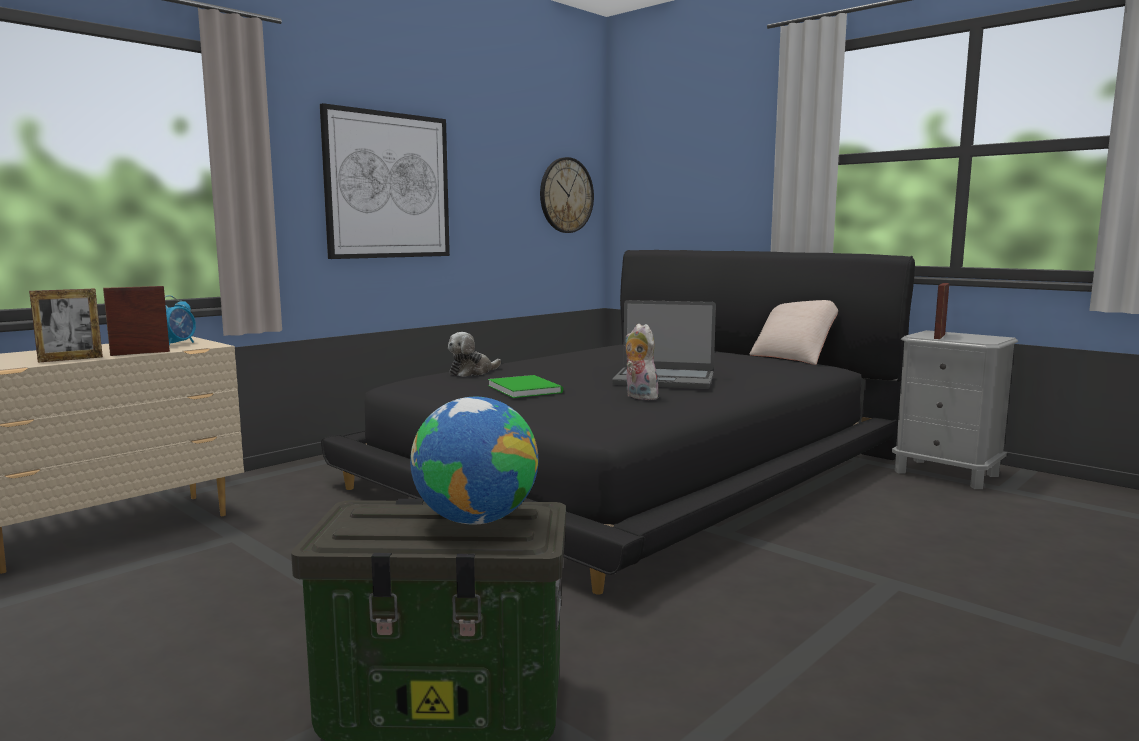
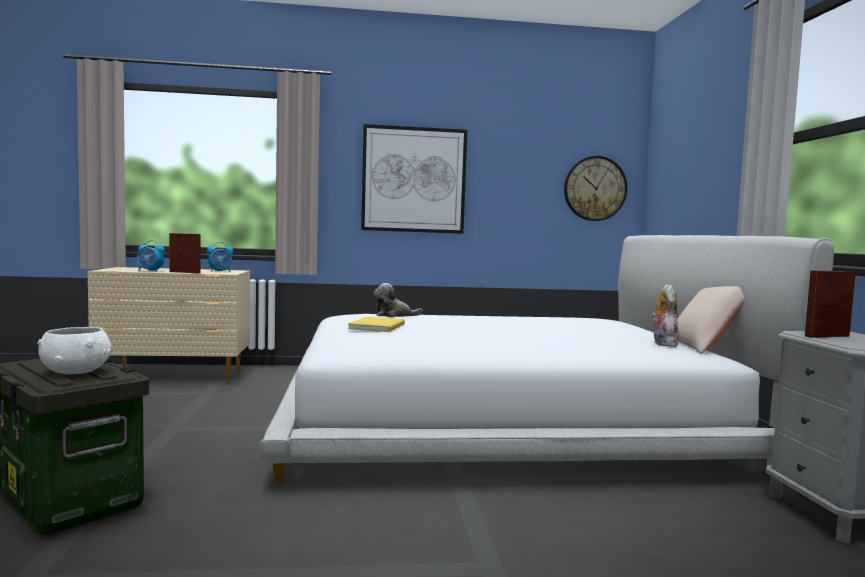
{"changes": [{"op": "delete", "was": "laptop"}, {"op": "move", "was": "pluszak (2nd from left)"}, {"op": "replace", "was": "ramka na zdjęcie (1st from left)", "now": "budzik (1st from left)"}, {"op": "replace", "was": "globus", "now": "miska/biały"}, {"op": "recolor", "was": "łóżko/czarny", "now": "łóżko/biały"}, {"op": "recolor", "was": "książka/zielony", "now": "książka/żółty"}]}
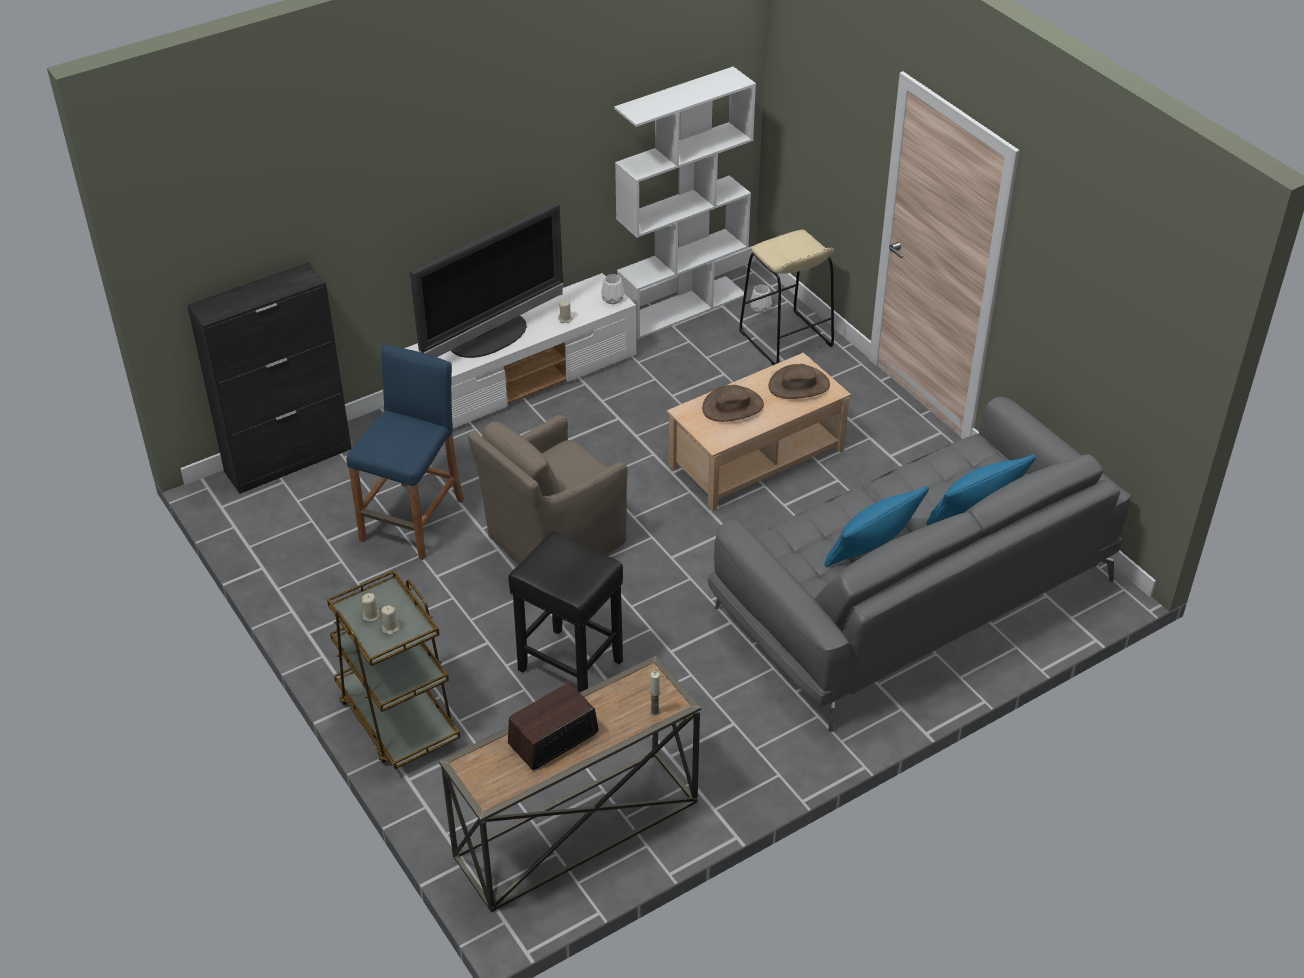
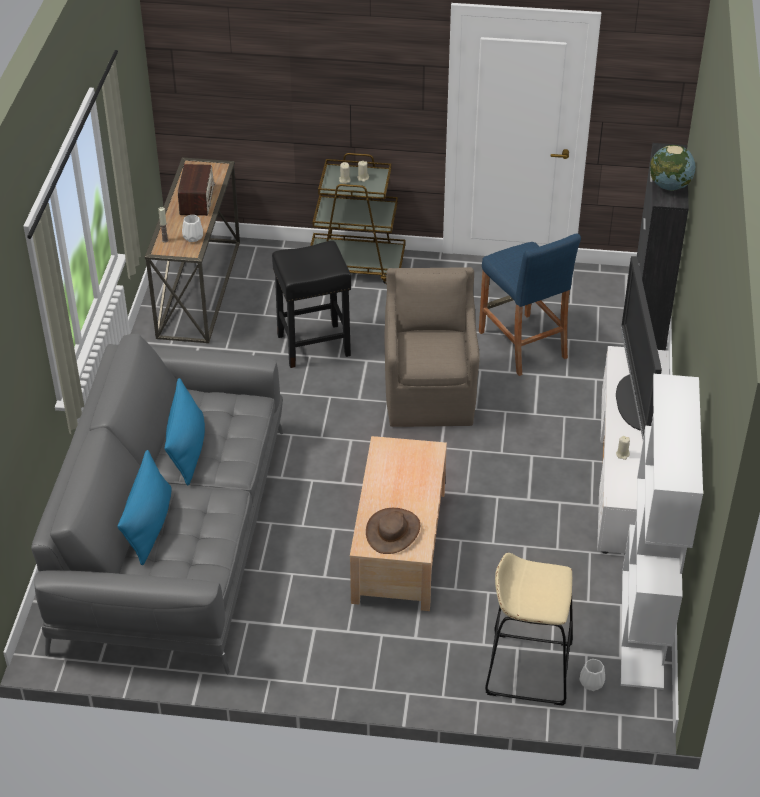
{"changes": [{"op": "delete", "was": "kapelusz/brązowy (1st from left)"}, {"op": "insert", "now": "globus"}, {"op": "move", "was": "wazon/biały (1st from left)"}]}
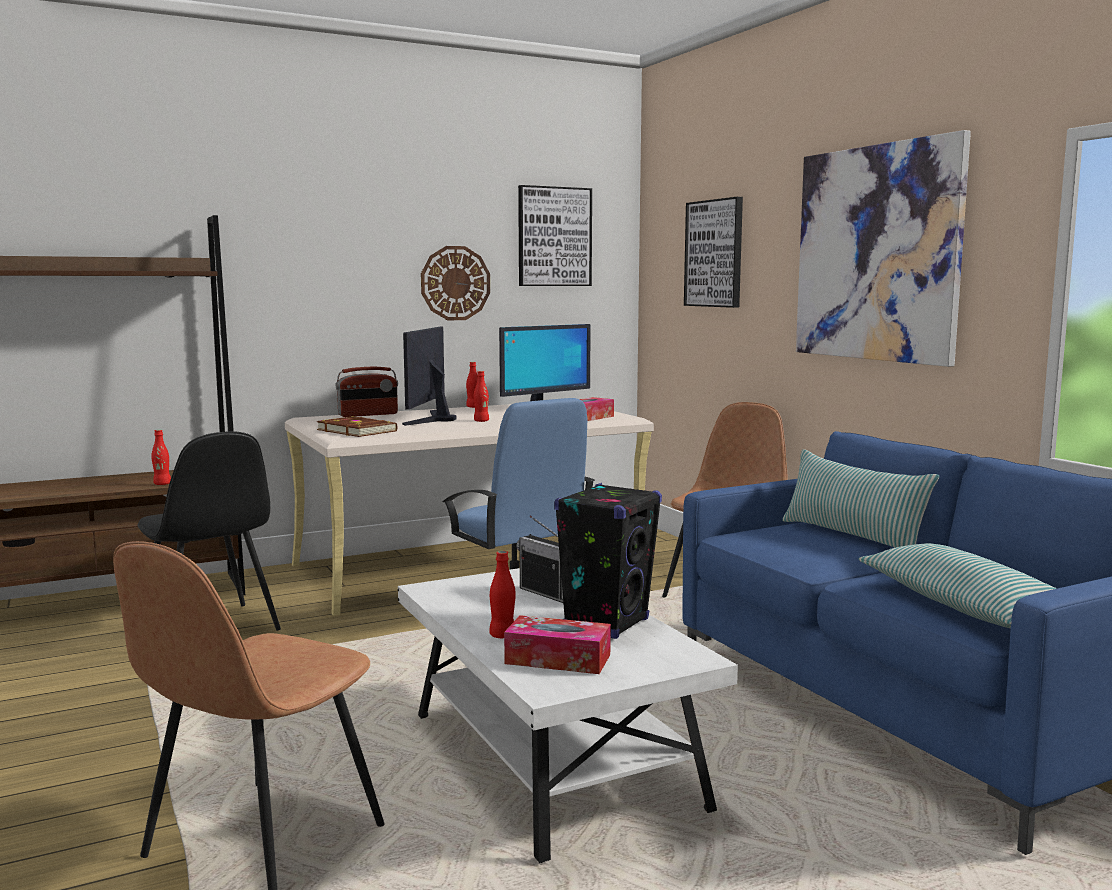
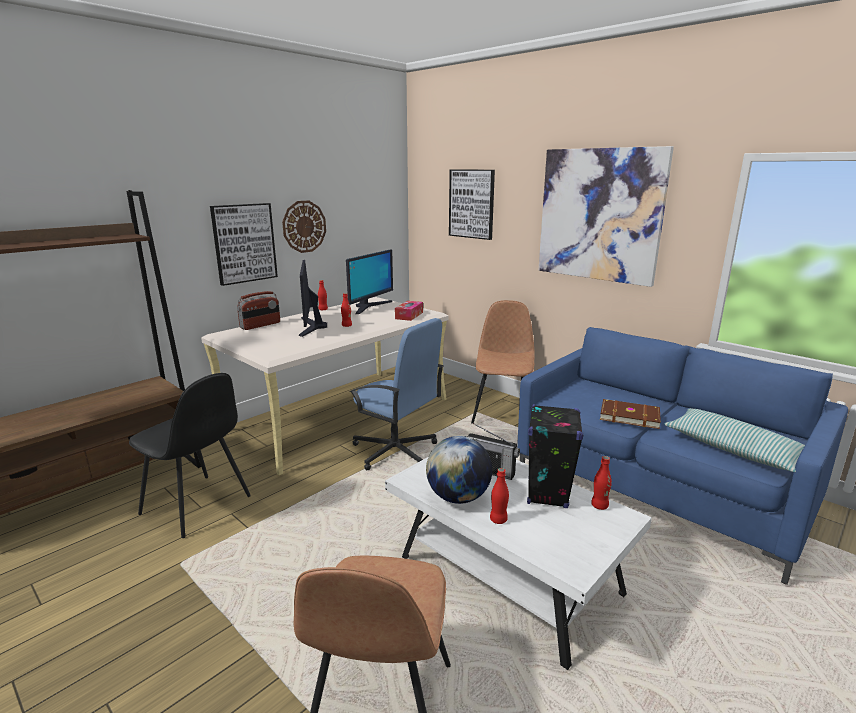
{"changes": [{"op": "delete", "was": "pudełko chusteczek (1st from left)"}, {"op": "delete", "was": "poduszka (1st from left)"}, {"op": "insert", "now": "globus"}, {"op": "move", "was": "butelka/czerwony (1st from left in the first image)", "now": "butelka/czerwony (4th from left)"}, {"op": "move", "was": "książka/brązowy"}, {"op": "move", "was": "obraz (1st from left)"}]}
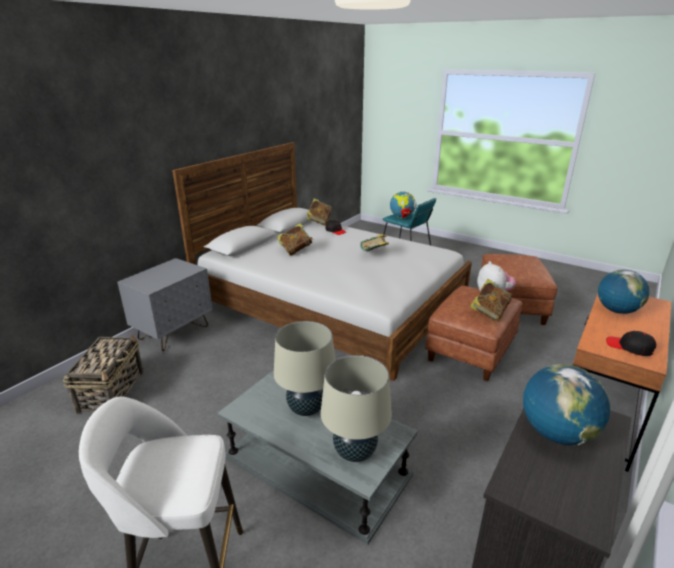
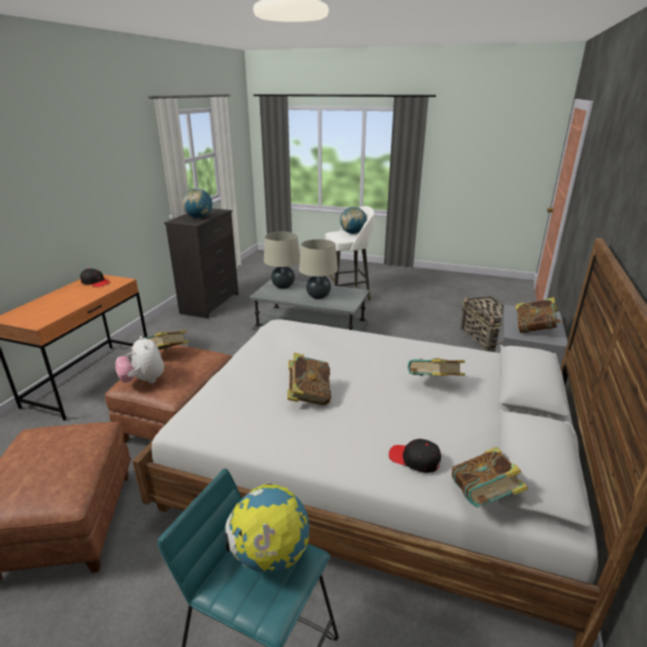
{"changes": [{"op": "insert", "now": "książka (5th from left)"}, {"op": "move", "was": "globus (3rd from left)"}]}
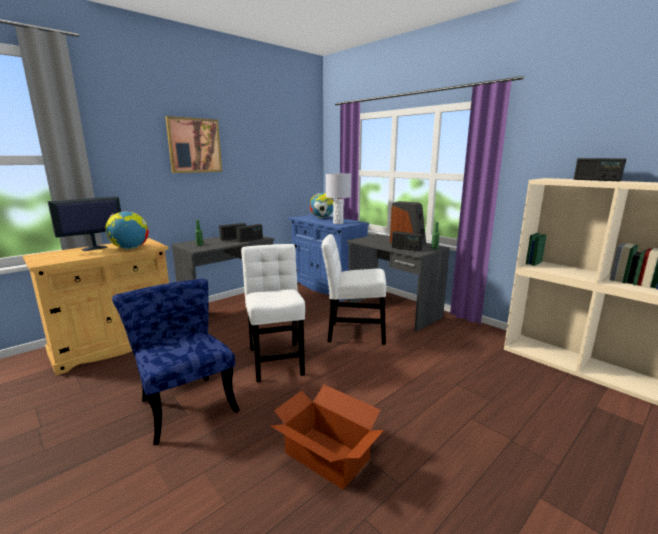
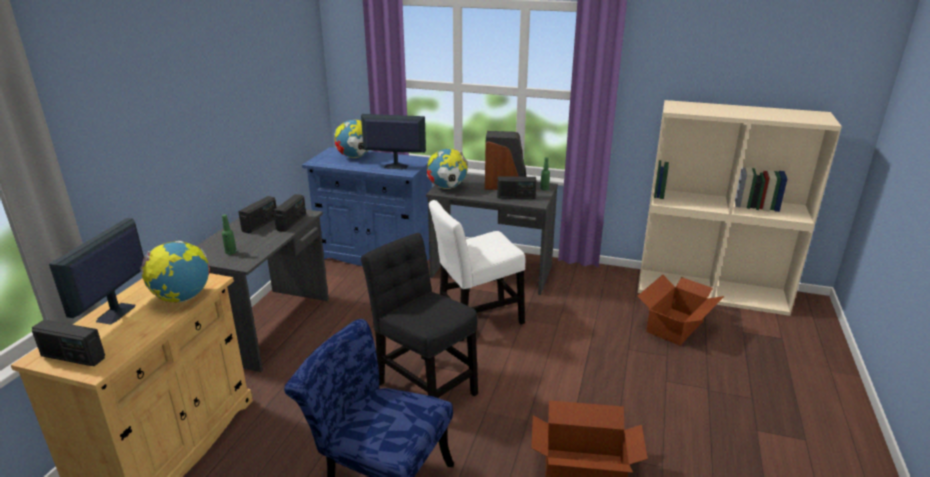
{"changes": [{"op": "delete", "was": "obraz"}, {"op": "insert", "now": "globus (3rd from left)"}, {"op": "insert", "now": "karton (2nd from left)"}, {"op": "move", "was": "radio (4th from left in the first image)", "now": "radio (1st from left)"}, {"op": "replace", "was": "lampa stołowa/szary", "now": "monitor (2nd from left)"}, {"op": "recolor", "was": "krzesło/biały (1st from left)", "now": "krzesło/czarny"}]}
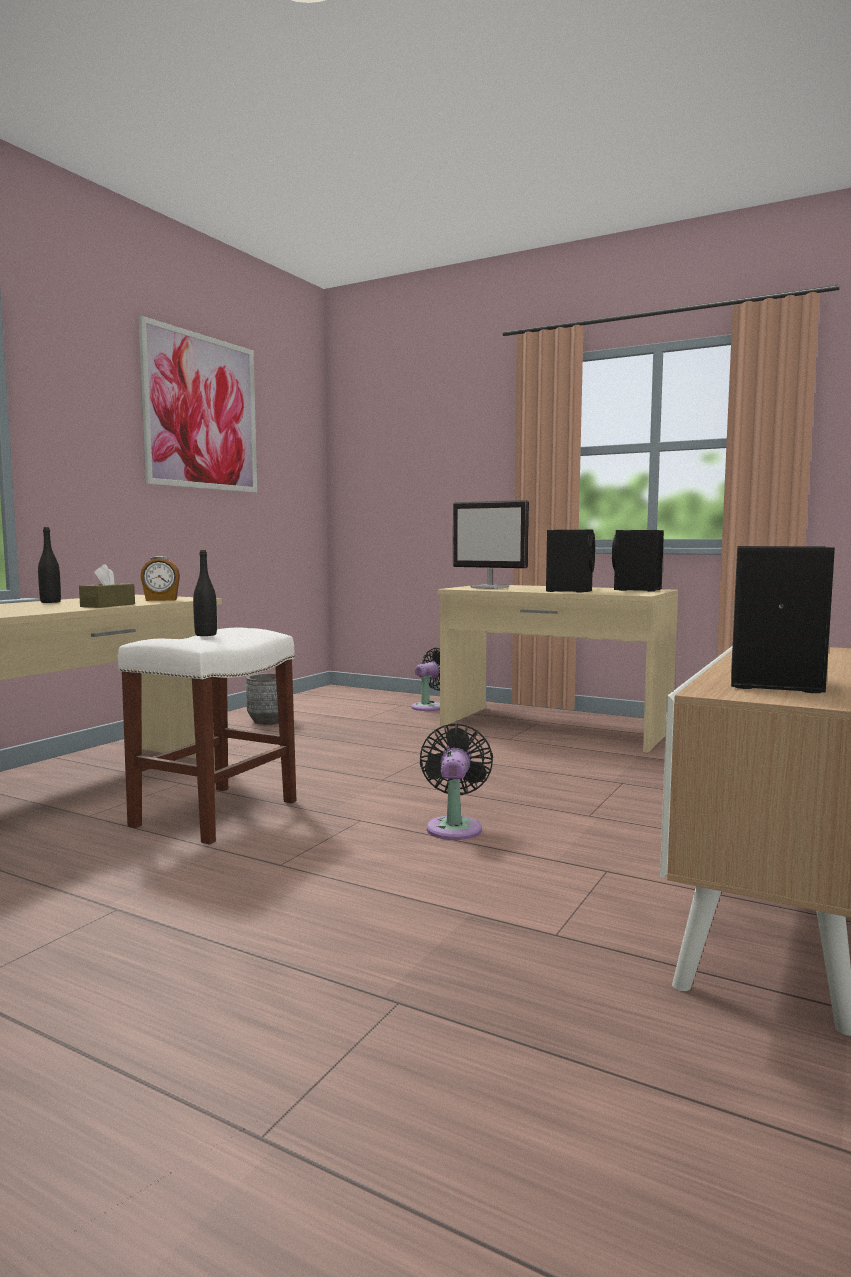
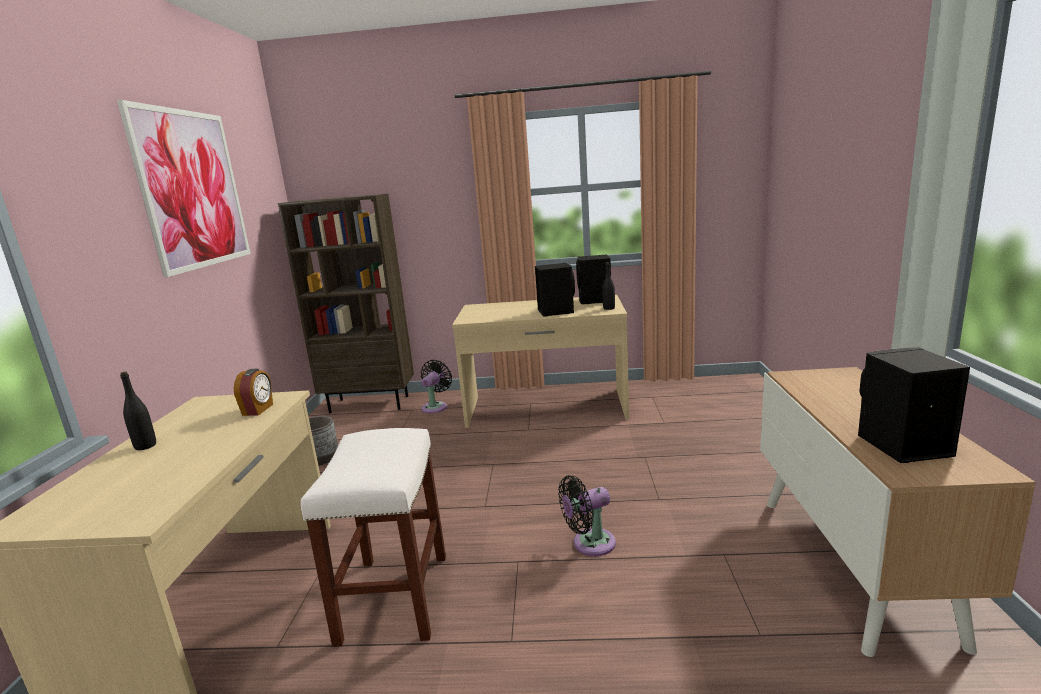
{"changes": [{"op": "delete", "was": "pudełko chusteczek/brązowy"}, {"op": "delete", "was": "monitor"}, {"op": "insert", "now": "regał/brązowy"}, {"op": "move", "was": "butelka/czarny (2nd from left)"}, {"op": "rotate", "was": "budzik", "clockwise": -45}, {"op": "rotate", "was": "wentylator/czarny (2nd from left)", "clockwise": -90}]}
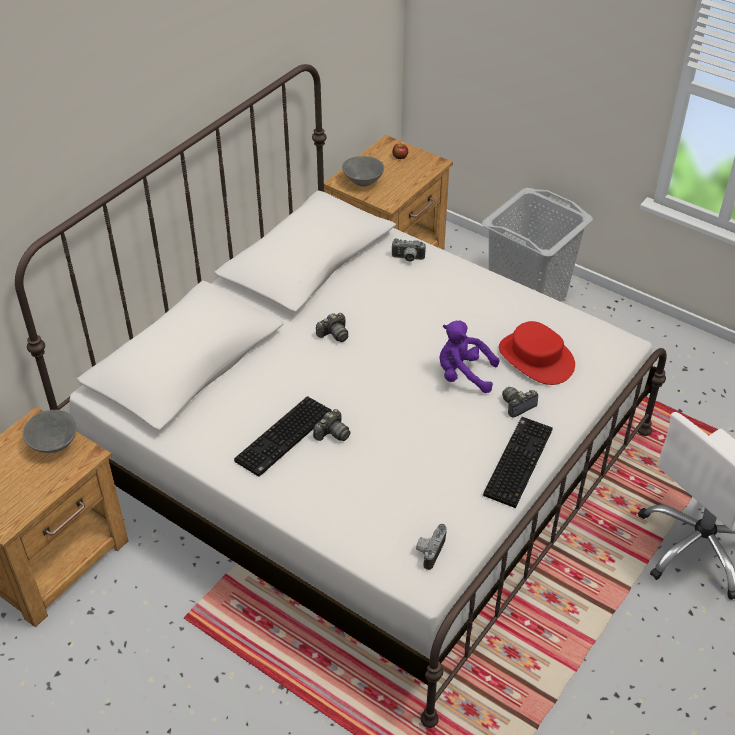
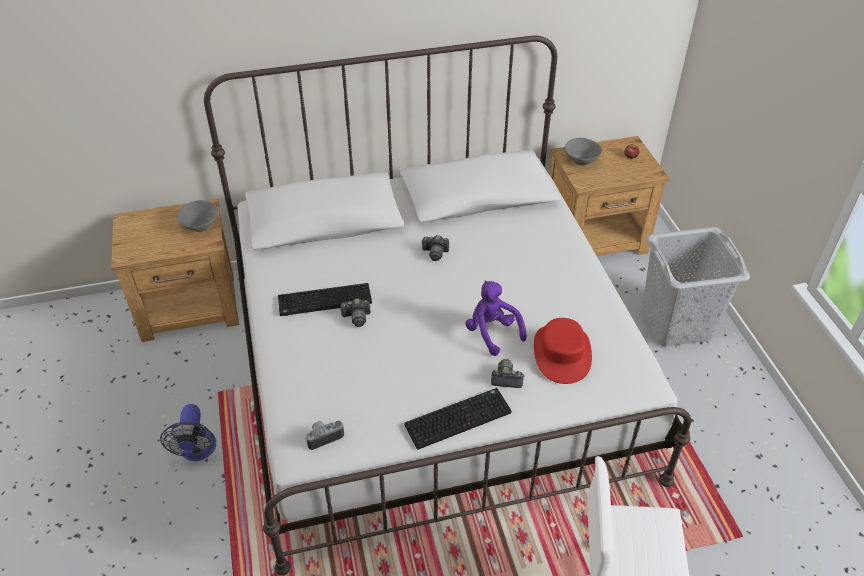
{"changes": [{"op": "delete", "was": "aparat fotograficzny (3rd from left)"}, {"op": "insert", "now": "wentylator"}]}
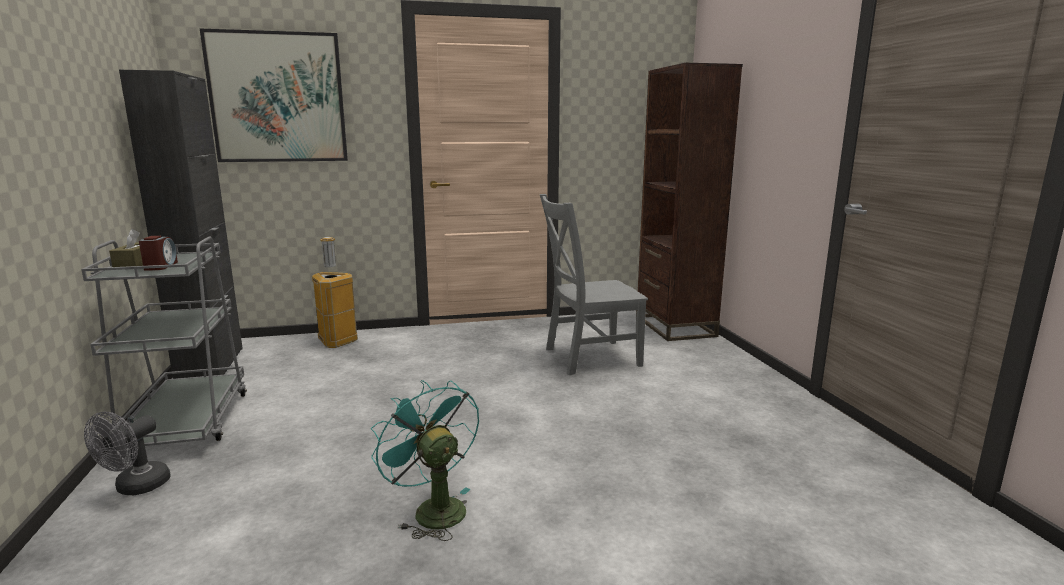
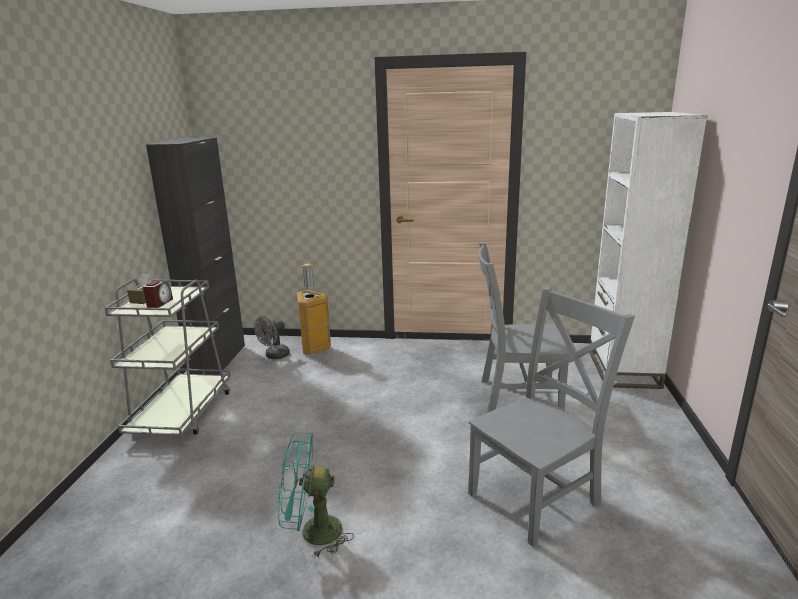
{"changes": [{"op": "delete", "was": "obraz"}, {"op": "insert", "now": "krzesło/szary (2nd from left)"}, {"op": "move", "was": "wentylator/szary"}, {"op": "recolor", "was": "regał/brązowy", "now": "regał/biały"}, {"op": "rotate", "was": "wentylator/turkusowy", "clockwise": -75}]}
